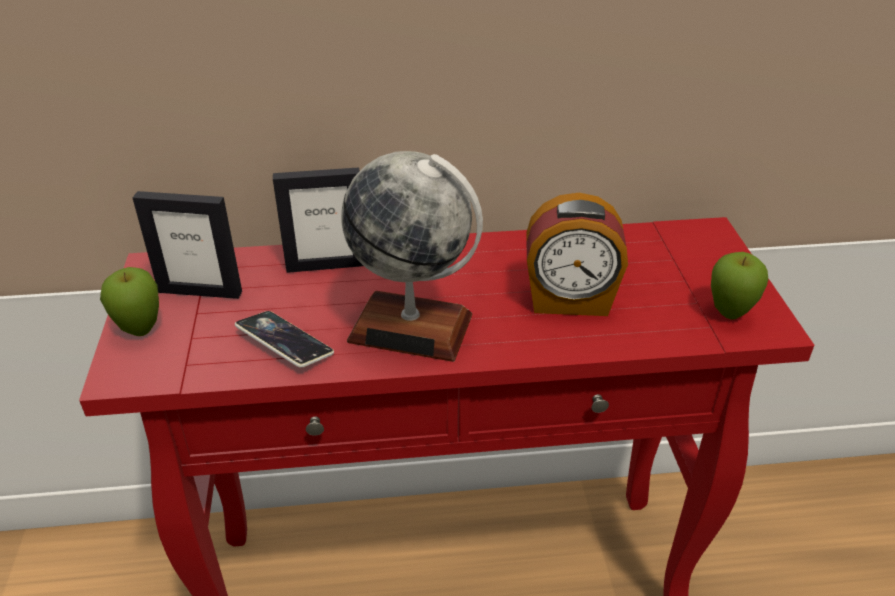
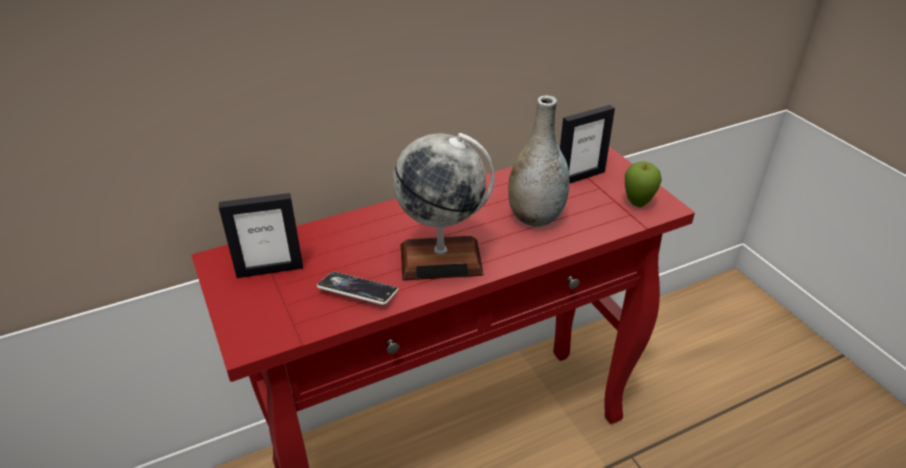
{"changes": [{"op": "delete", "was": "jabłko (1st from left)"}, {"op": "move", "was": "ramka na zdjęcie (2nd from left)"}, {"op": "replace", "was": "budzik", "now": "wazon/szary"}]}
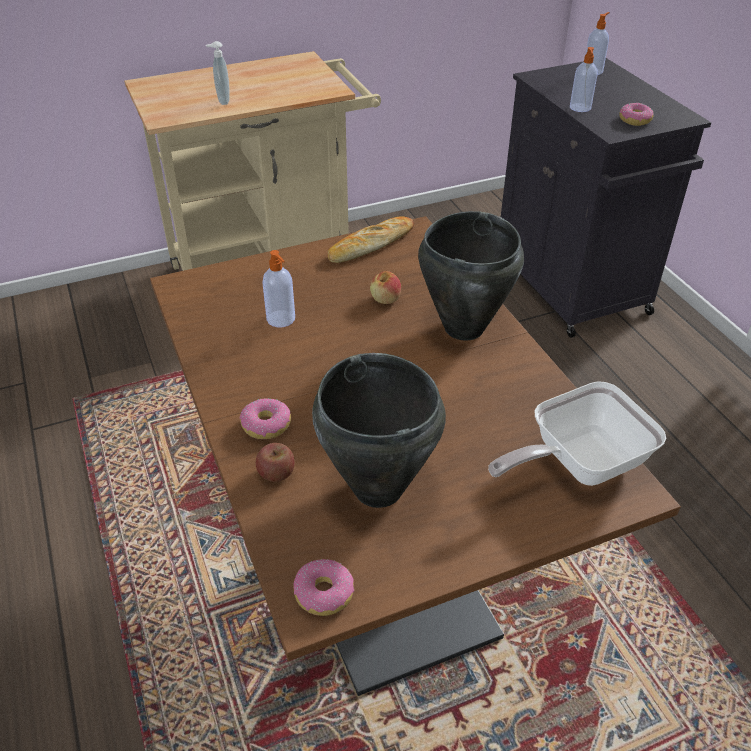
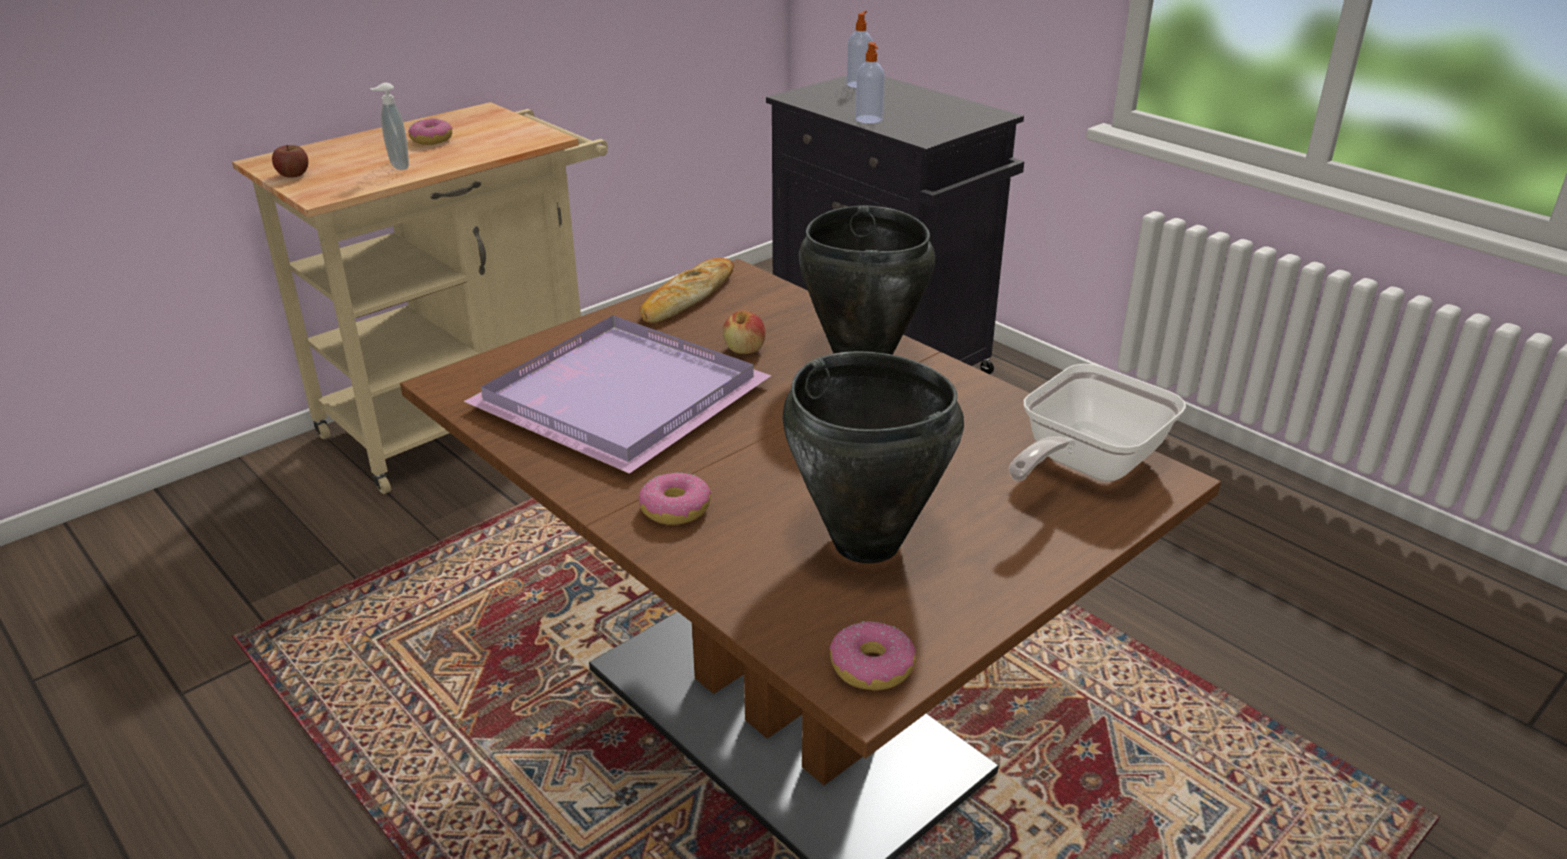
{"changes": [{"op": "move", "was": "jabłko (1st from left)"}, {"op": "move", "was": "donut (3rd from left in the first image)", "now": "donut (1st from left)"}, {"op": "replace", "was": "dozownik mydła (2nd from left)", "now": "taca/fioletowy"}]}
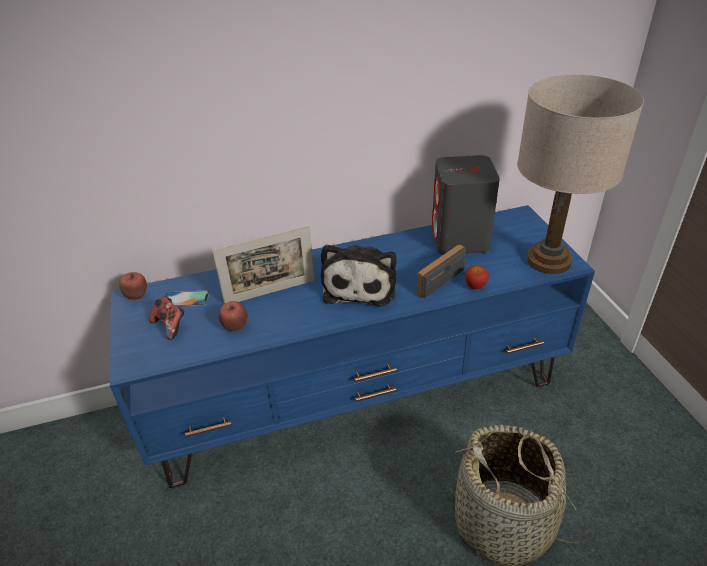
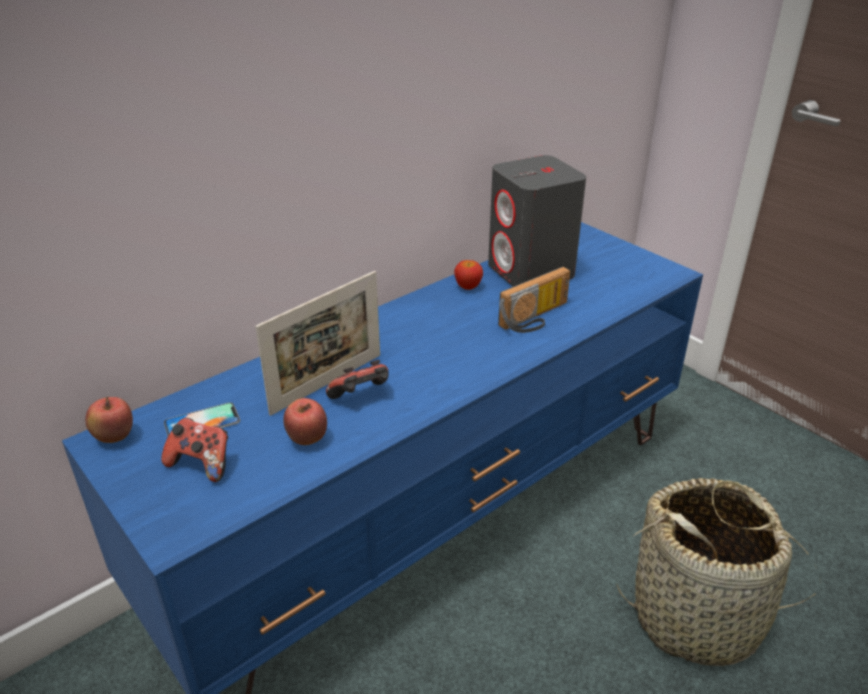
{"changes": [{"op": "delete", "was": "pluszak"}, {"op": "delete", "was": "lampa stołowa/beżowy"}, {"op": "insert", "now": "pad do gier (2nd from left)"}, {"op": "move", "was": "jabłko (3rd from left)"}, {"op": "rotate", "was": "radio", "clockwise": -150}]}
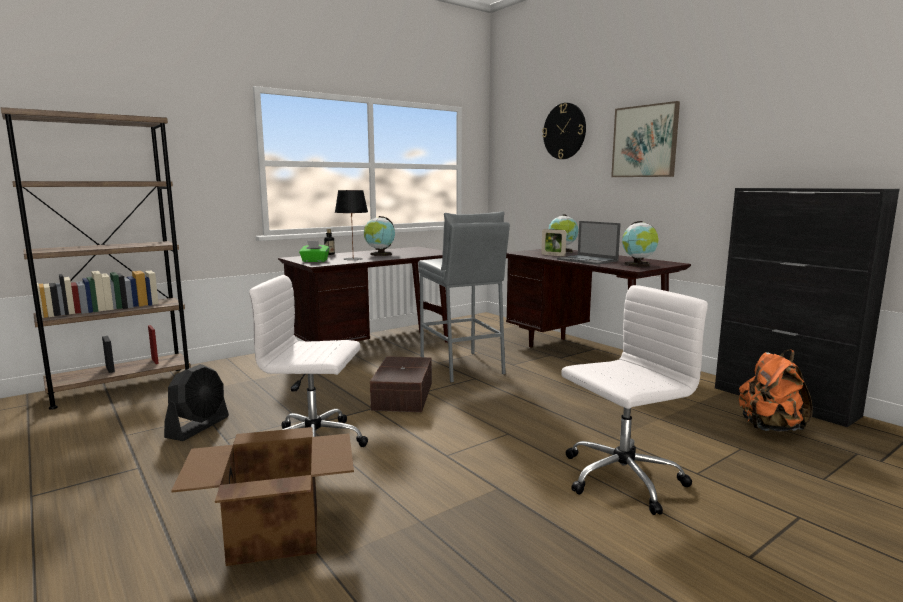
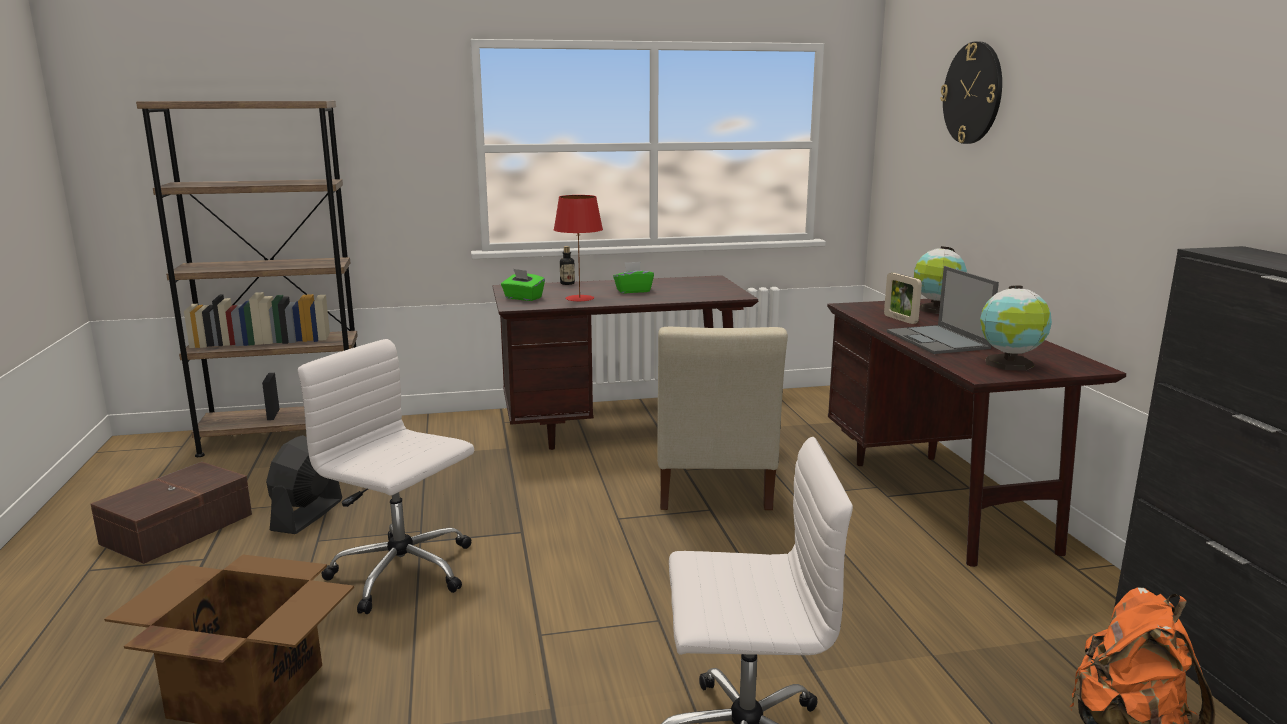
{"changes": [{"op": "delete", "was": "obraz"}, {"op": "move", "was": "pojemnik do przechowywania/brązowy"}, {"op": "replace", "was": "globus (1st from left)", "now": "pudełko chusteczek/zielony (2nd from left)"}, {"op": "replace", "was": "stołek/szary", "now": "krzesło/beżowy"}, {"op": "recolor", "was": "lampa stołowa/czarny", "now": "lampa stołowa/czerwony"}, {"op": "rotate", "was": "wentylator/czarny", "clockwise": 150}]}
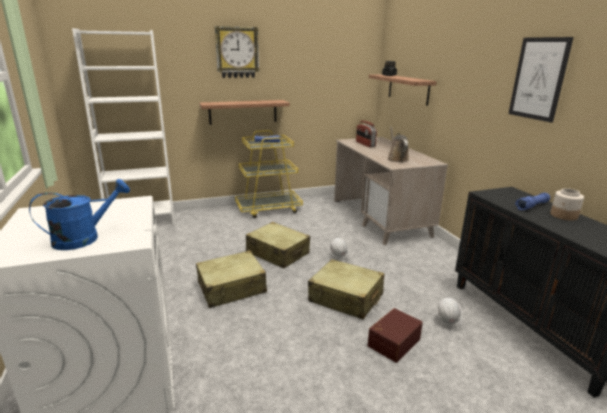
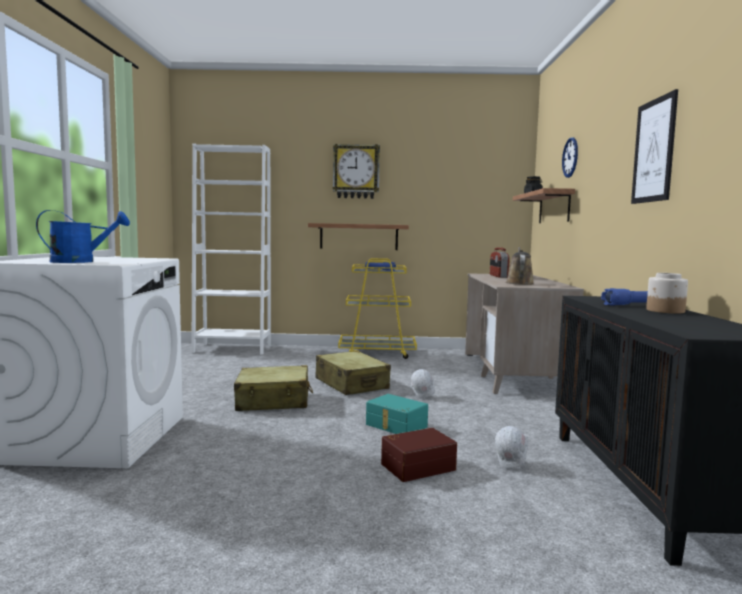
{"changes": [{"op": "insert", "now": "zegar ścienny (2nd from left)"}, {"op": "replace", "was": "walizka/beżowy (3rd from left)", "now": "pojemnik do przechowywania/turkusowy"}]}
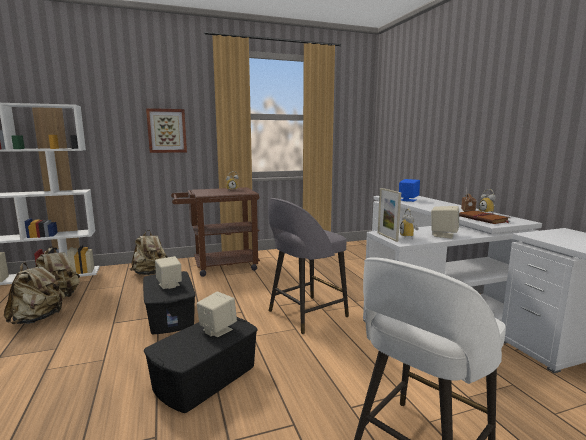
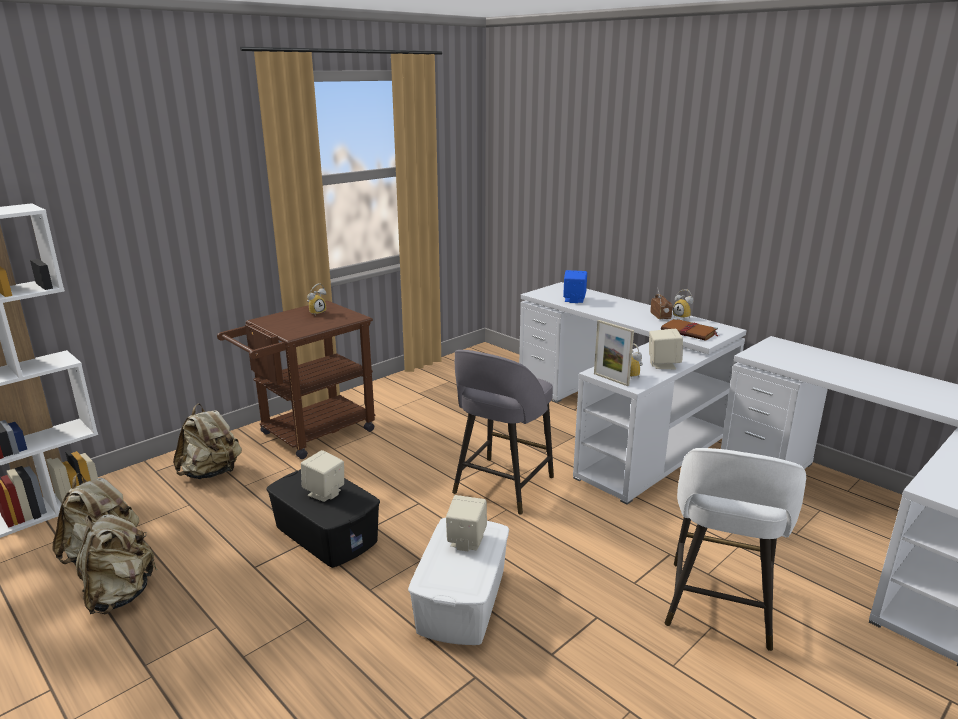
{"changes": [{"op": "delete", "was": "obraz"}, {"op": "recolor", "was": "pojemnik do przechowywania/czarny (2nd from left)", "now": "pojemnik do przechowywania/biały"}]}
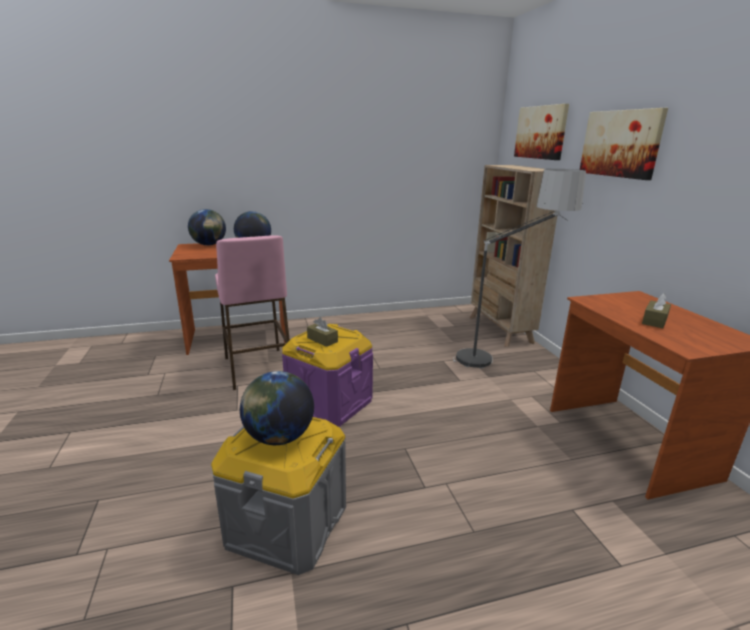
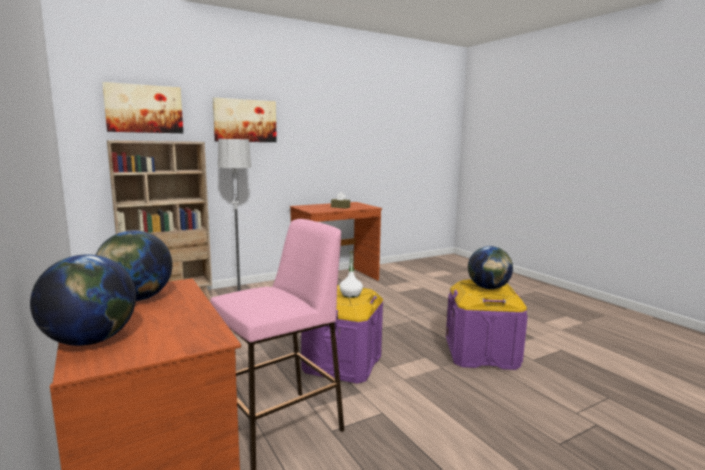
{"changes": [{"op": "replace", "was": "pudełko chusteczek/brązowy (1st from left)", "now": "butelka/biały"}, {"op": "recolor", "was": "pojemnik do przechowywania/szary", "now": "pojemnik do przechowywania/fioletowy (2nd from left)"}]}
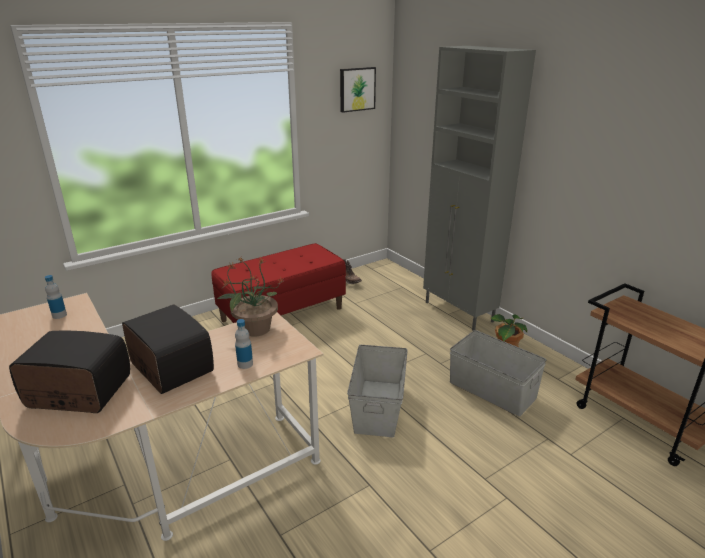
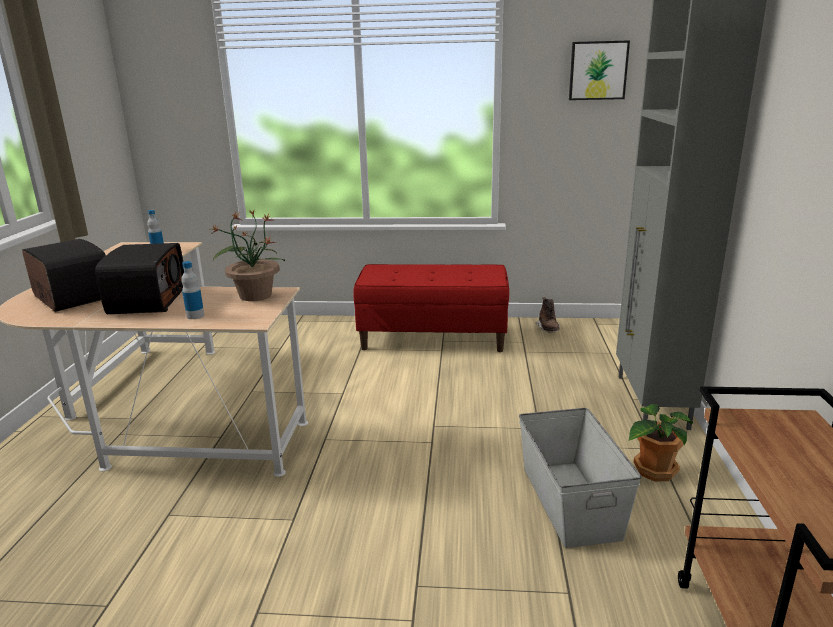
{"changes": [{"op": "delete", "was": "pojemnik do przechowywania/szary (1st from left)"}]}
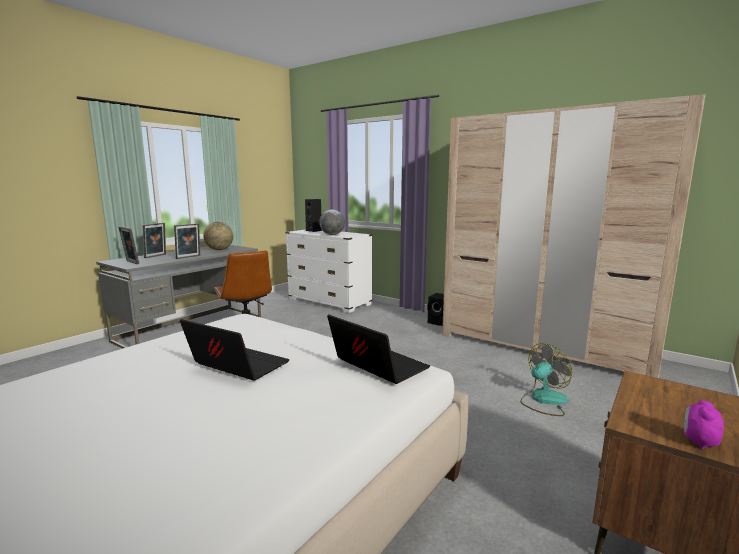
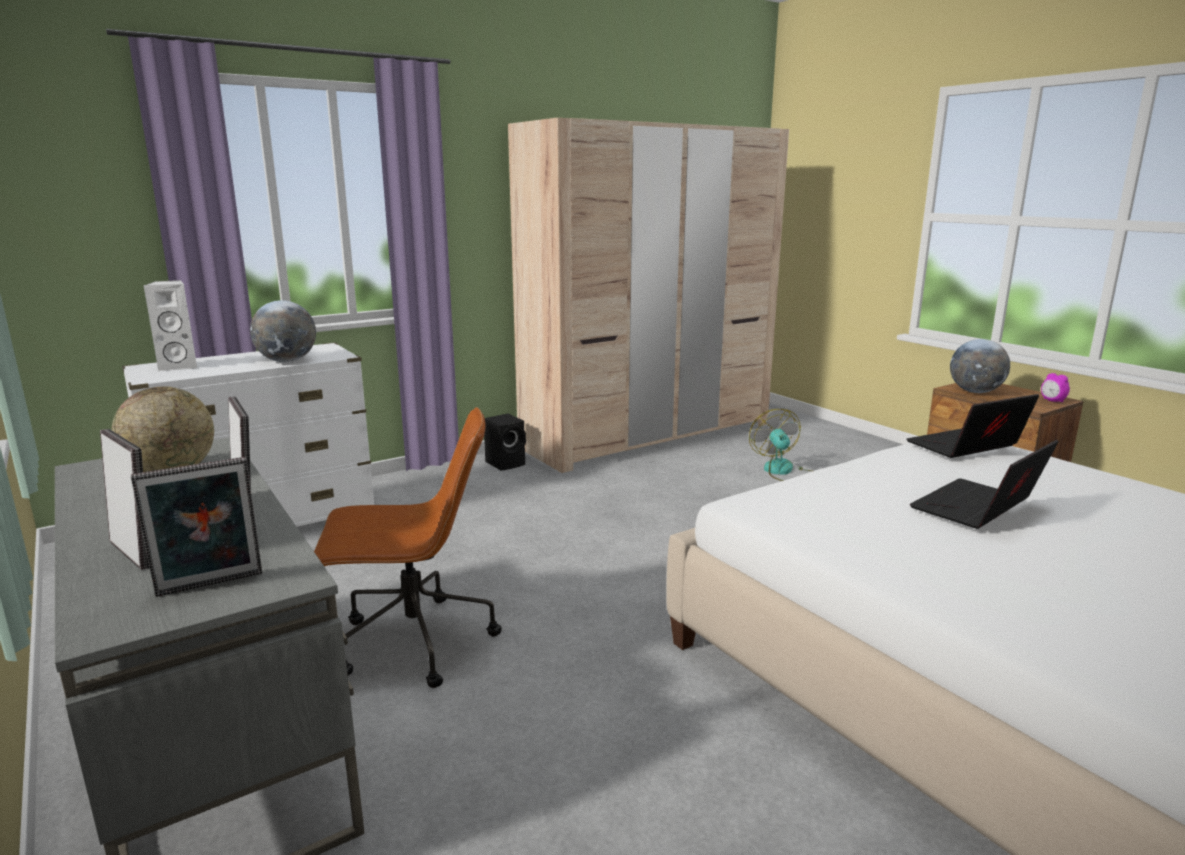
{"changes": [{"op": "insert", "now": "globus (3rd from left)"}, {"op": "recolor", "was": "głośnik/czarny (1st from left)", "now": "głośnik/biały"}]}
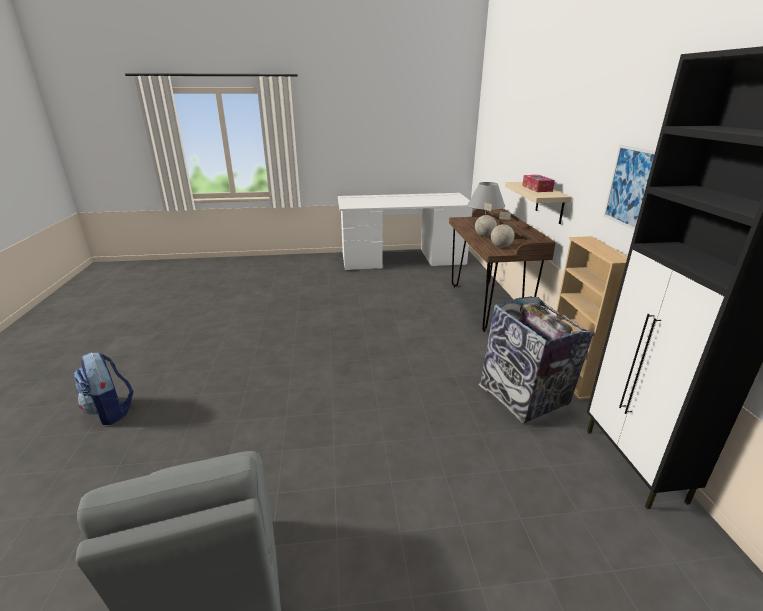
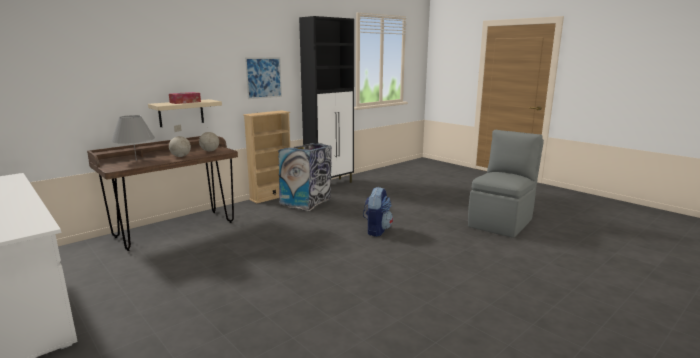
{"changes": [{"op": "move", "was": "plecak"}]}
